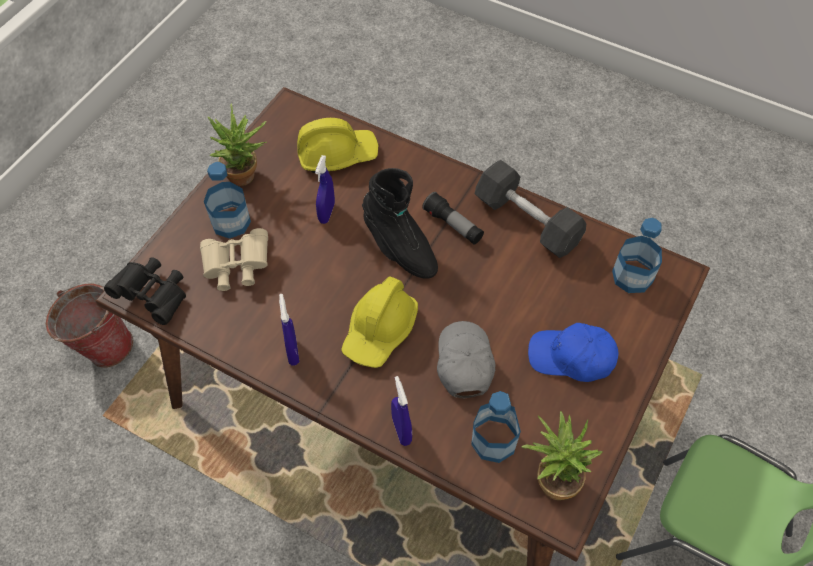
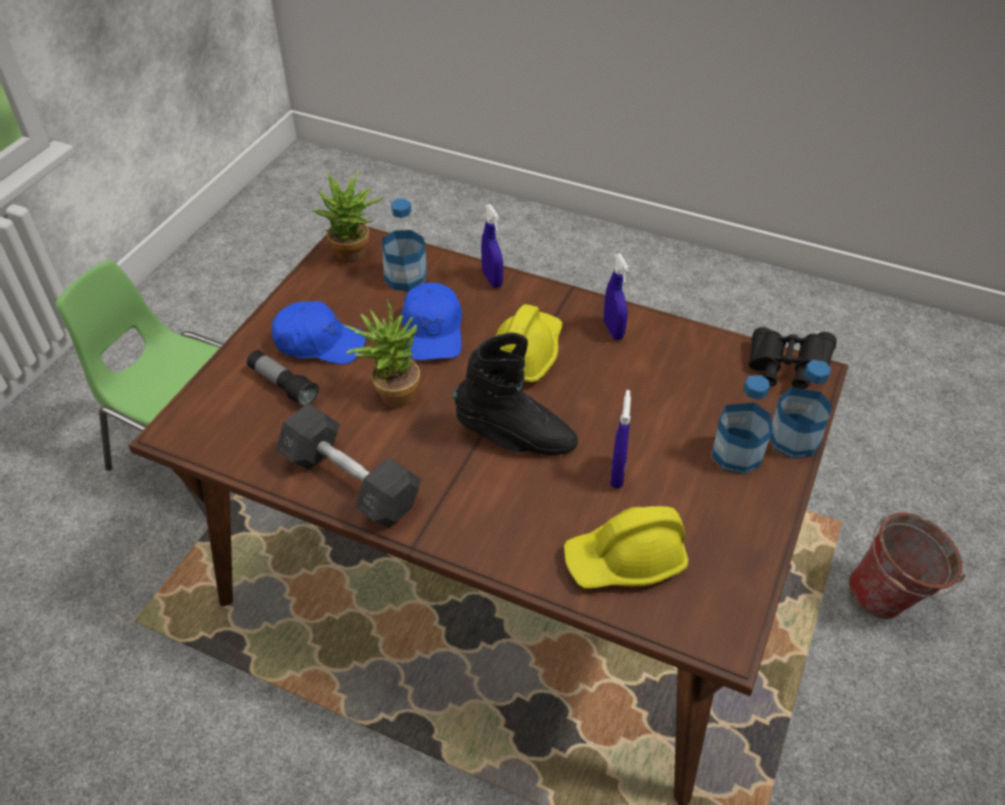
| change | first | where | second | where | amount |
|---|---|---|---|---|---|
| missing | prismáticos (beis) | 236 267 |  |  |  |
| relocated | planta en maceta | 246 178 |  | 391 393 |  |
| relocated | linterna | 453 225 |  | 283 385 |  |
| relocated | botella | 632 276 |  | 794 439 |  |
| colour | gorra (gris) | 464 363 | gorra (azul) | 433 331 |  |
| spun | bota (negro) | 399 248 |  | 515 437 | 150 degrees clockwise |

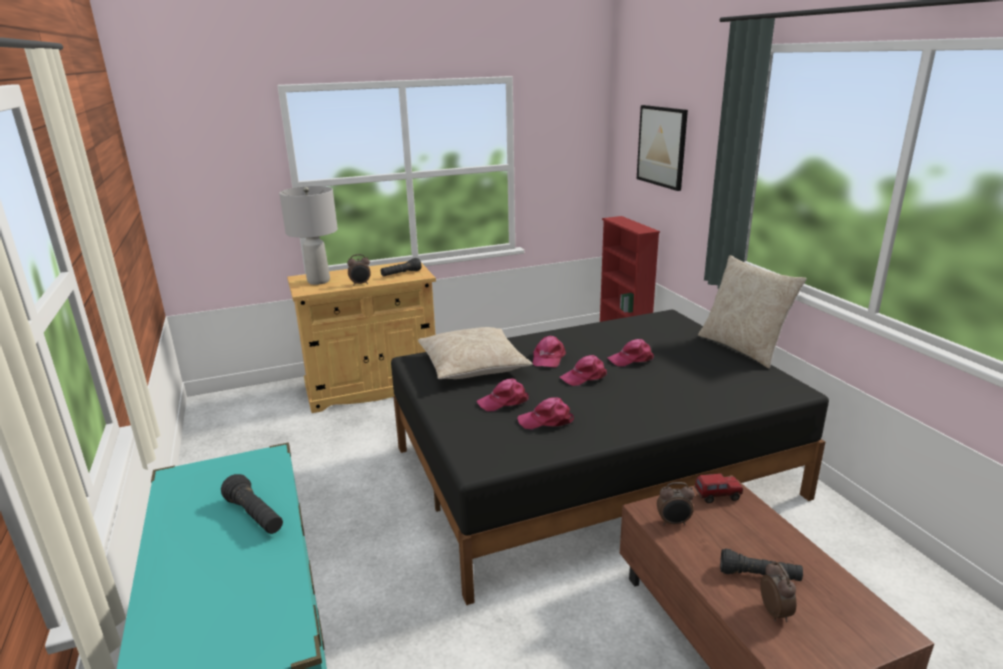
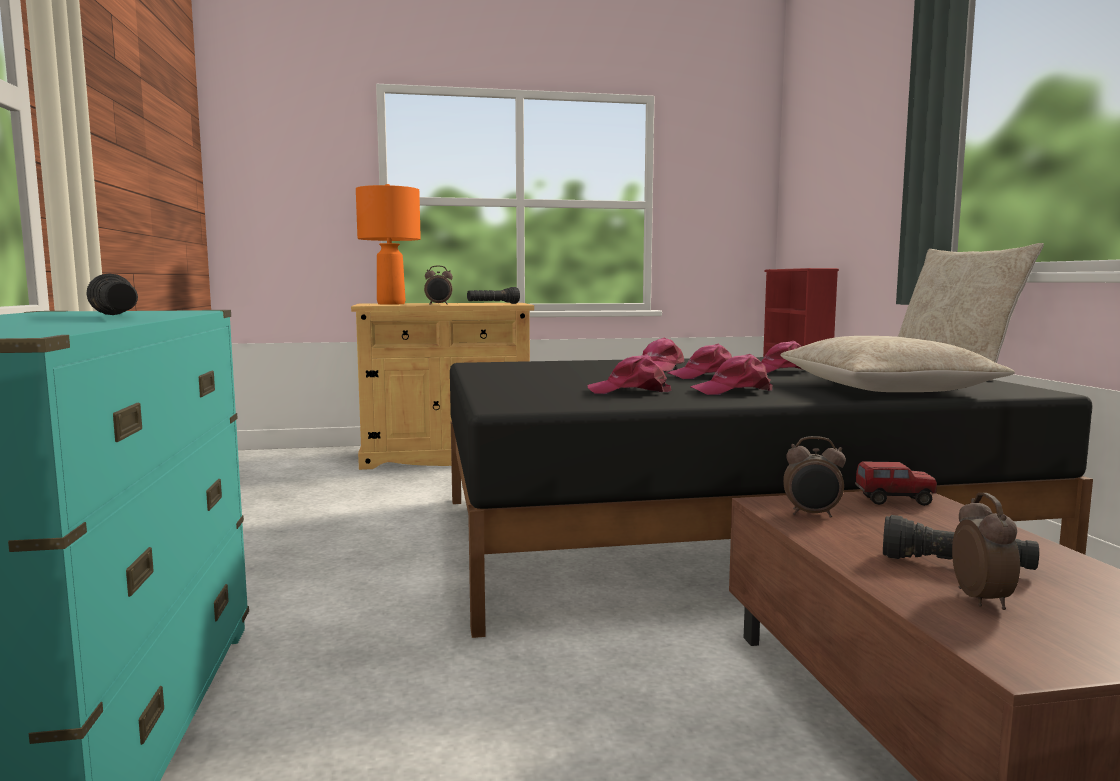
| change | first | where | second | where | amount |
|---|---|---|---|---|---|
| missing | cuadro | 662 146 |  |  |  |
| relocated | cojín (beis) | 472 365 |  | 885 388 |  |
| relocated | gorra (rosa) | 504 401 |  | 733 391 |  |
| colour | lámpara de mesa (gris) | 318 281 | lámpara de mesa (naranja) | 391 304 |  |

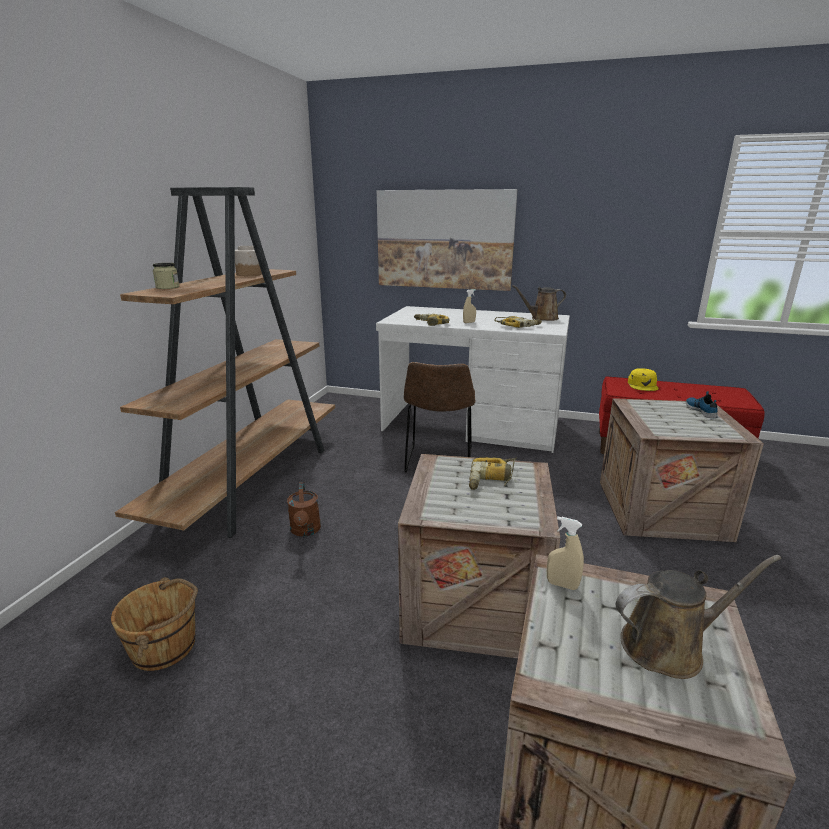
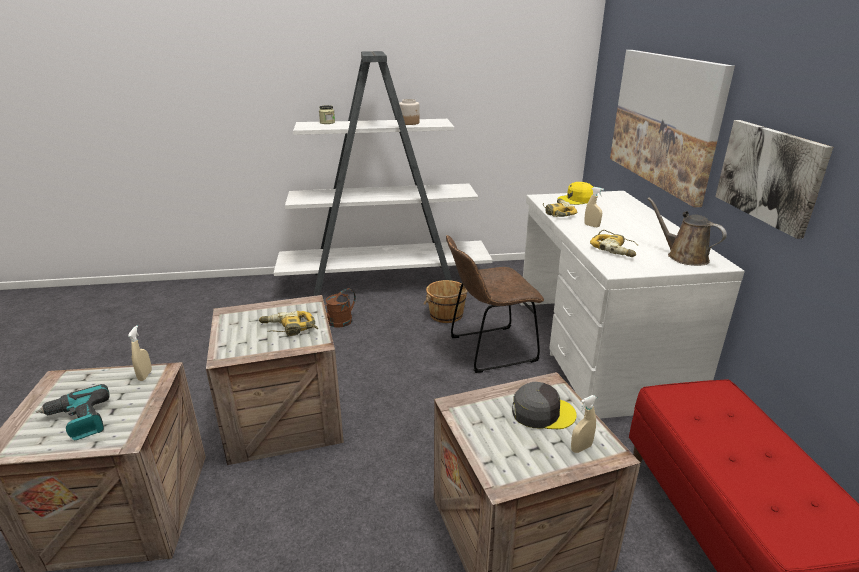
| change | first | where | second | where | amount |
|---|---|---|---|---|---|
| appeared |  |  | gorra (gris) | 542 412 |  |
| appeared |  |  | cuadro | 769 175 |  |
| relocated | cubo (marrón) | 165 646 |  | 446 315 |  |
| relocated | gorra (amarillo) | 643 385 |  | 577 199 |  |
| exchanged | regadera (marrón) | 669 646 | taladro | 79 421 |  |
| exchanged | zapato | 701 410 | pulverizador (beis) | 581 448 |  |
| colour | estantería (marrón) | 252 480 | estantería (blanco) | 385 282 |  |

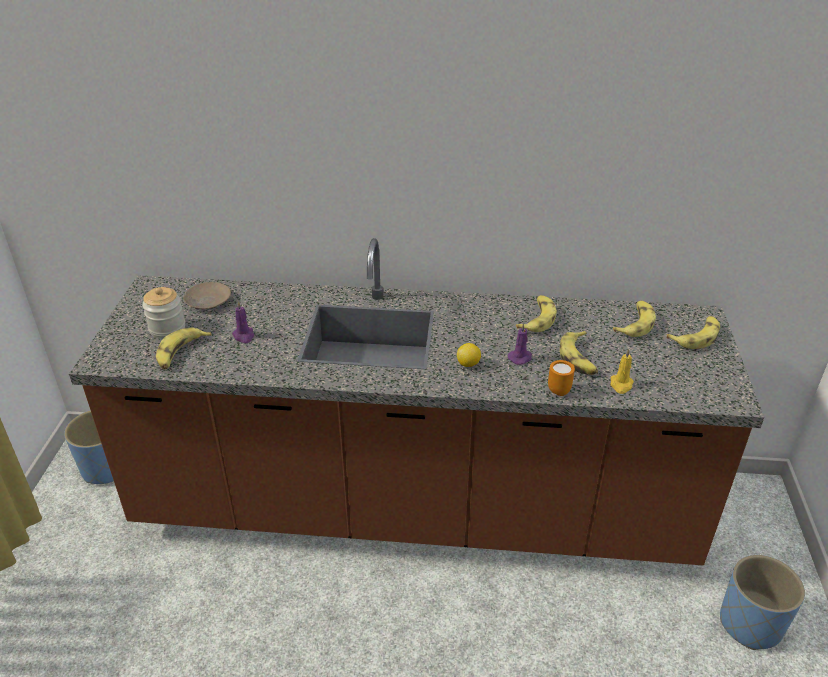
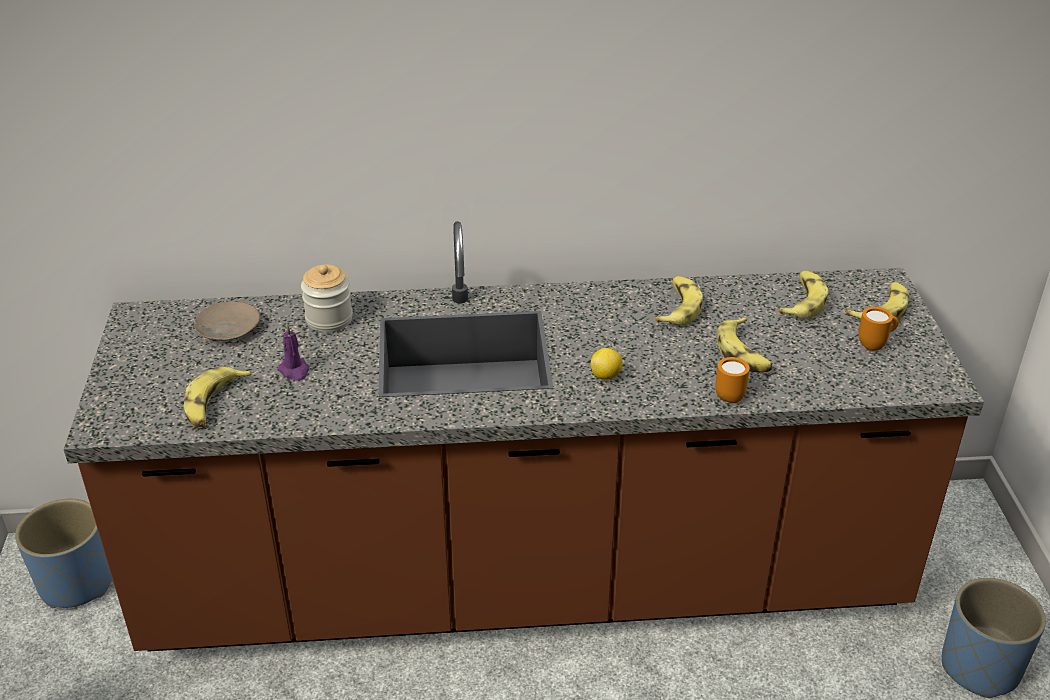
| change | first | where | second | where | amount |
|---|---|---|---|---|---|
| missing | vela (morado) | 520 358 |  |  |  |
| missing | vela (amarillo) | 621 385 |  |  |  |
| appeared |  |  | taza grande (naranja) | 875 345 |  |
| relocated | tarro | 167 329 |  | 329 319 |  |

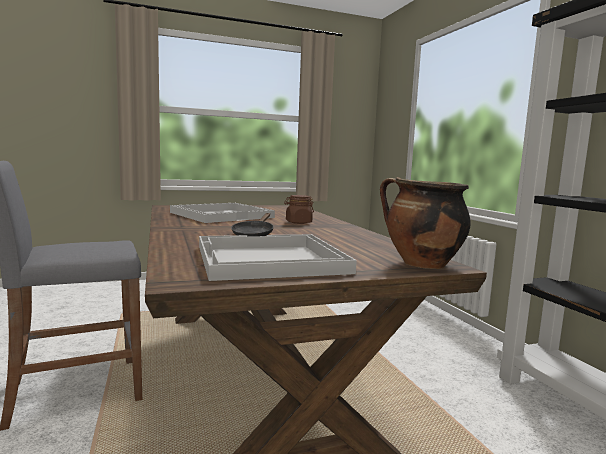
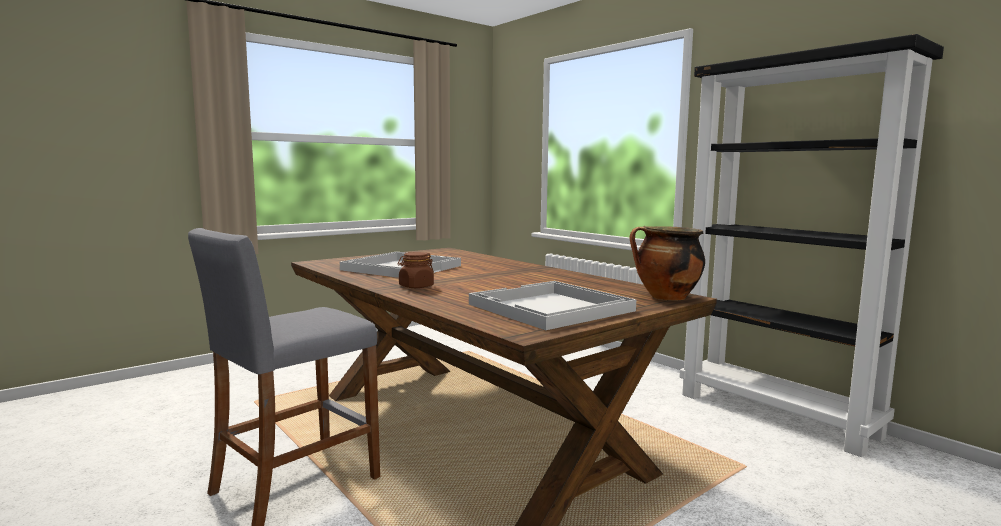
| change | first | where | second | where | amount |
|---|---|---|---|---|---|
| missing | sartén (negro) | 254 234 |  |  |  |
| relocated | tarro (marrón) | 298 222 |  | 416 286 |  |

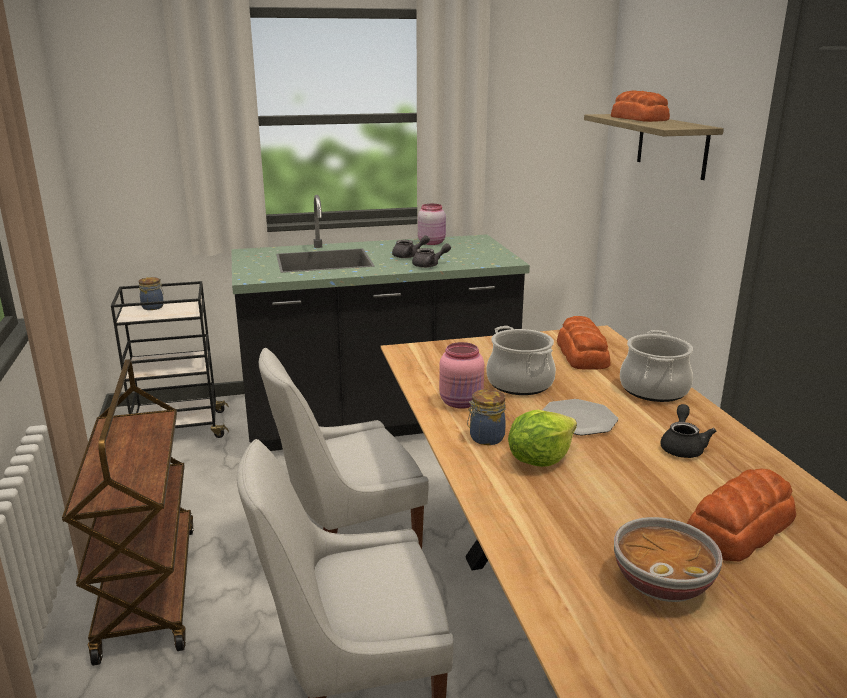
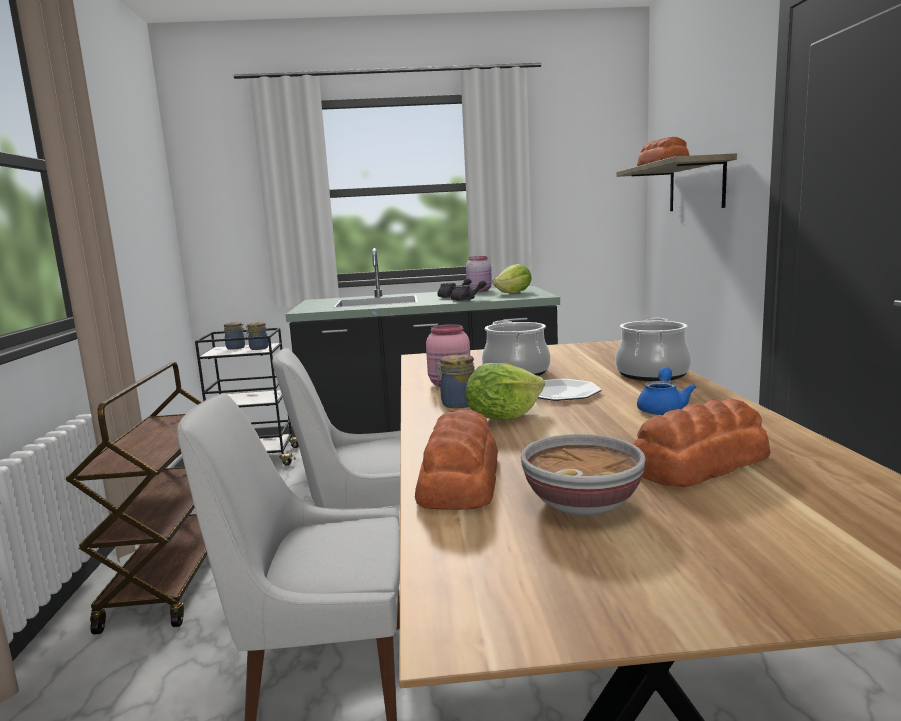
| change | first | where | second | where | amount |
|---|---|---|---|---|---|
| appeared |  |  | tarro | 258 348 |  |
| appeared |  |  | lechuga | 514 293 |  |
| relocated | pan | 582 354 |  | 461 478 |  |
| colour | tetera (negro) | 682 447 | tetera (azul) | 662 408 |  |

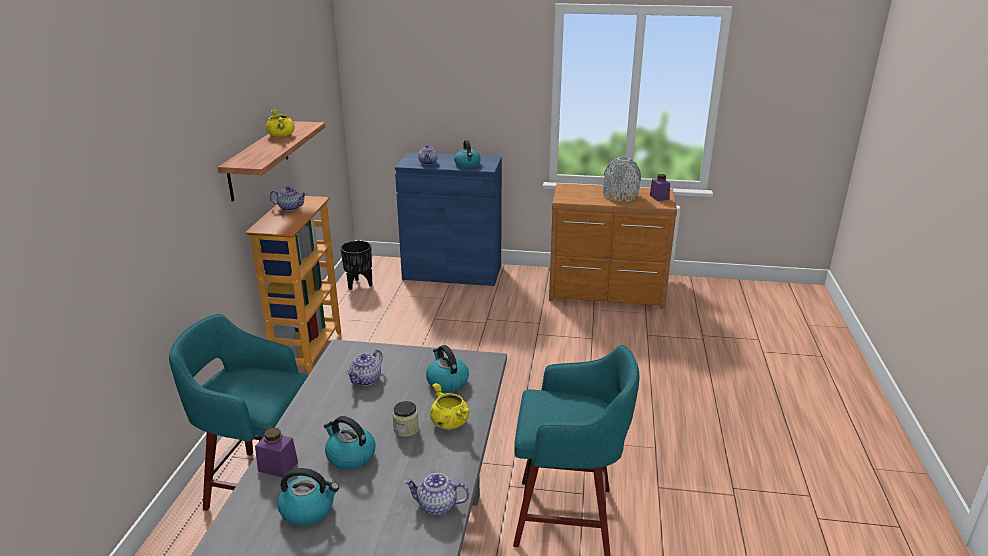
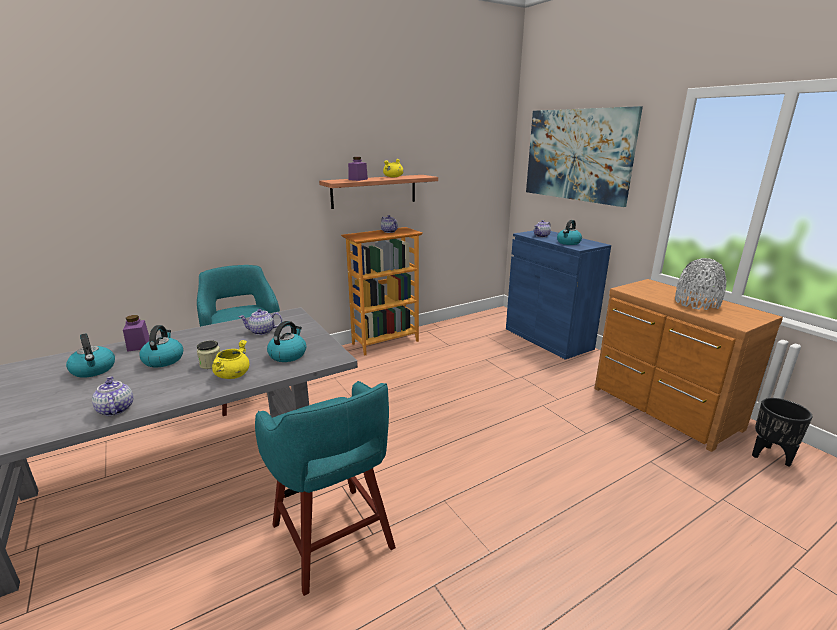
| change | first | where | second | where | amount |
|---|---|---|---|---|---|
| appeared |  |  | cuadro | 577 155 |  |
| relocated | maceta (negro) | 359 285 |  | 770 456 |  |
| relocated | tarro (morado) | 659 197 |  | 358 179 |  |

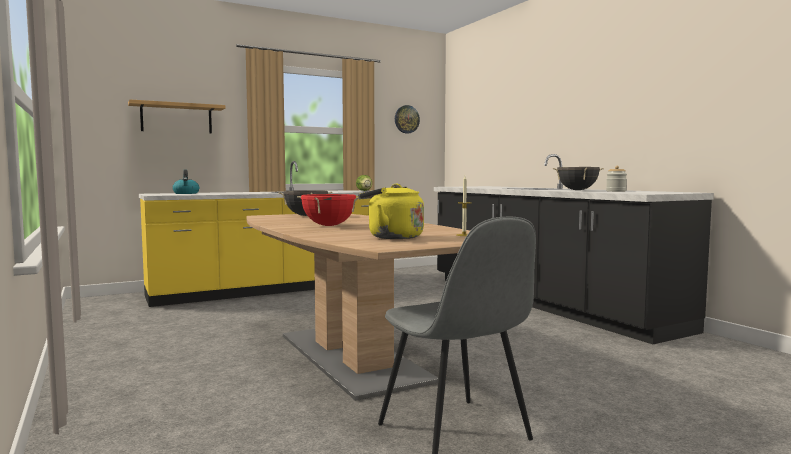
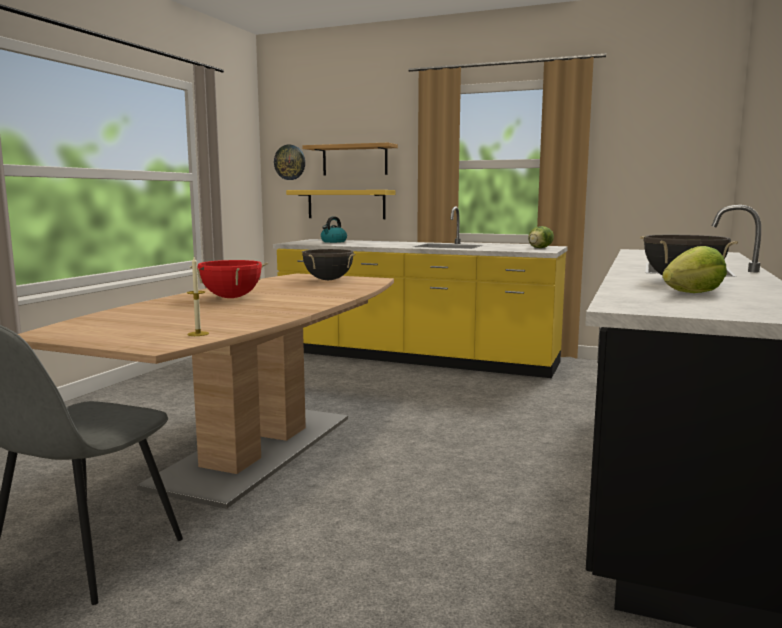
| change | first | where | second | where | amount |
|---|---|---|---|---|---|
| missing | hervidor (amarillo) | 392 237 |  |  |  |
| appeared |  |  | estante (amarillo) | 346 204 |  |
| relocated | reloj de pared | 406 119 |  | 290 162 |  |
| exchanged | tarro | 616 191 | lechuga | 692 293 |  |

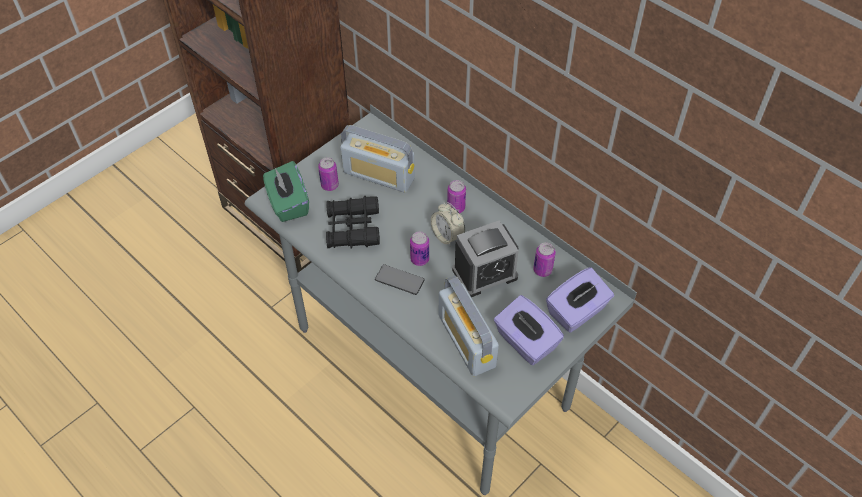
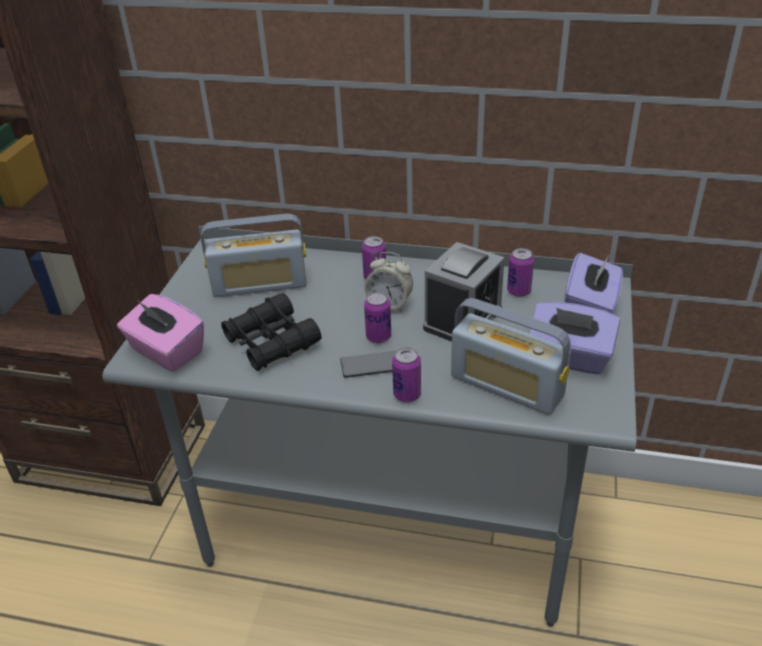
| change | first | where | second | where | amount |
|---|---|---|---|---|---|
| relocated | lata | 329 185 |  | 407 395 |  |
| colour | caja de pañuelos (verde) | 288 203 | caja de pañuelos (rosa) | 166 351 |  |

